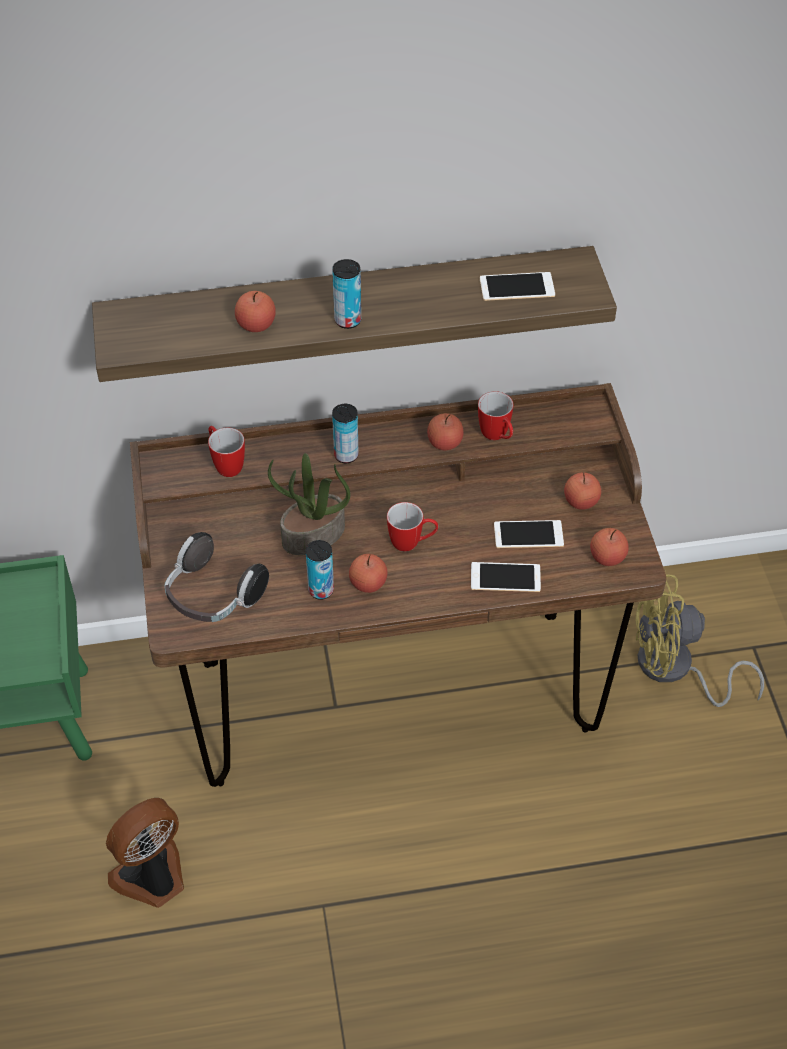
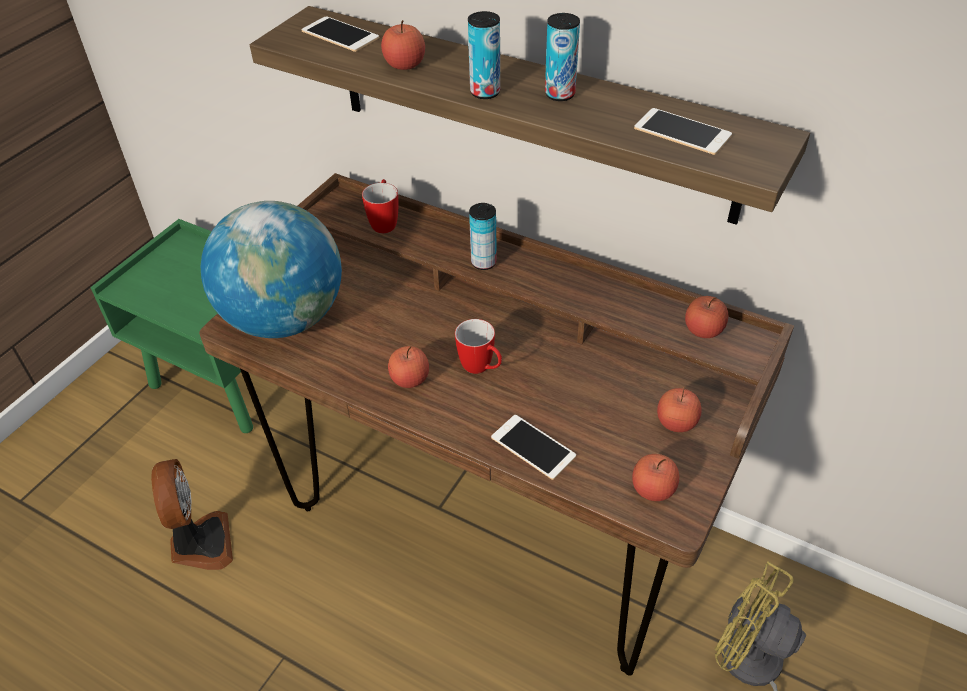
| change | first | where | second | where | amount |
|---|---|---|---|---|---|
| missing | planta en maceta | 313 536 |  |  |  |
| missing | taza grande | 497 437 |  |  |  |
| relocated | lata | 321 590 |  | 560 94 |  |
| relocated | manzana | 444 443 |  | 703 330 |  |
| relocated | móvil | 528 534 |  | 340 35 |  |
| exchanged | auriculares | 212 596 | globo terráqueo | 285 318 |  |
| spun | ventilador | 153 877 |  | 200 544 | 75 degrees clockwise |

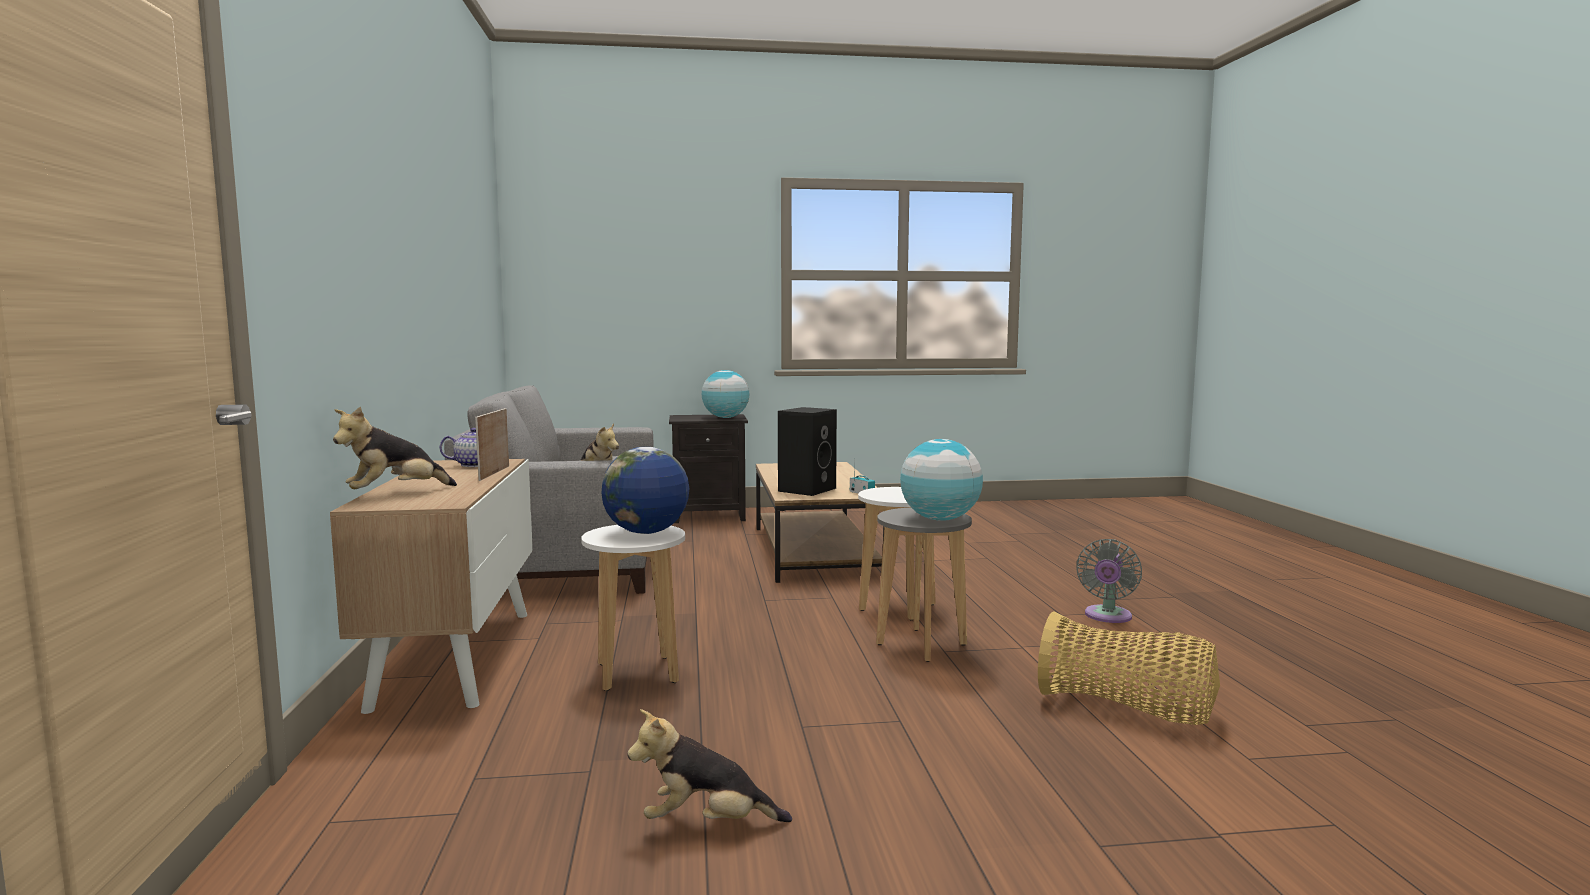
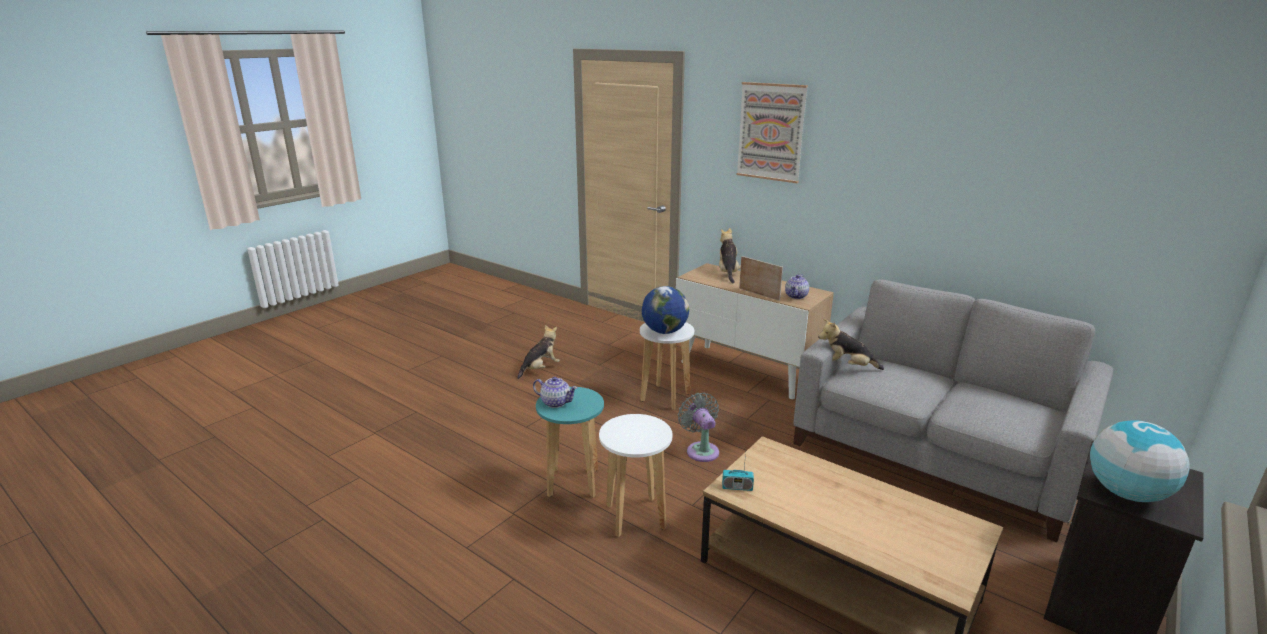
| change | first | where | second | where | amount |
|---|---|---|---|---|---|
| missing | altavoz (negro) | 807 489 |  |  |  |
| missing | cesta | 1127 709 |  |  |  |
| appeared |  |  | cuadro | 771 132 |  |
| relocated | ventilador (gris) | 1107 617 |  | 701 450 |  |
| exchanged | globo terráqueo | 940 519 | tetera | 555 402 |  |
| colour | taburete (gris) | 920 644 | taburete (turquesa) | 573 483 |  |

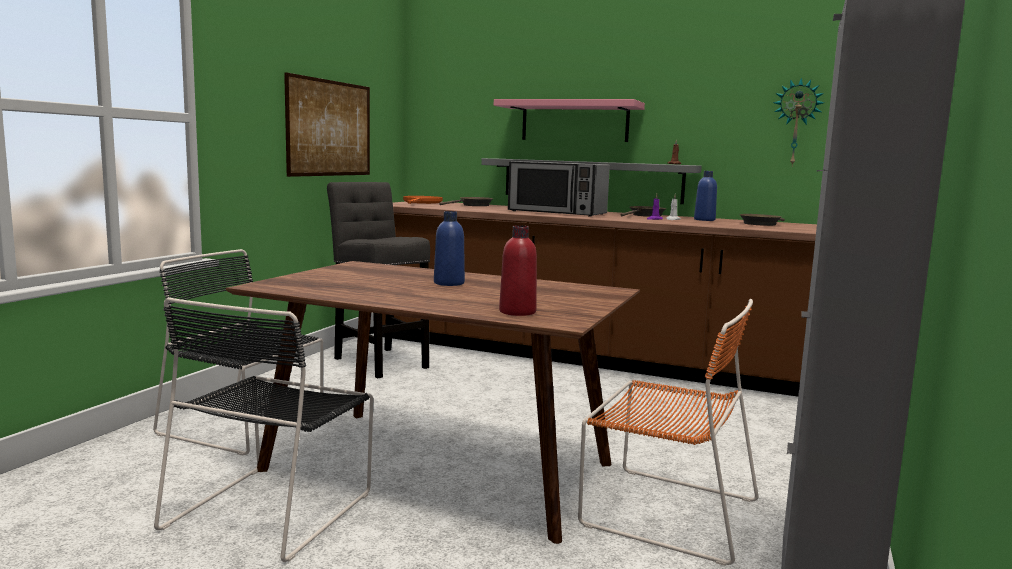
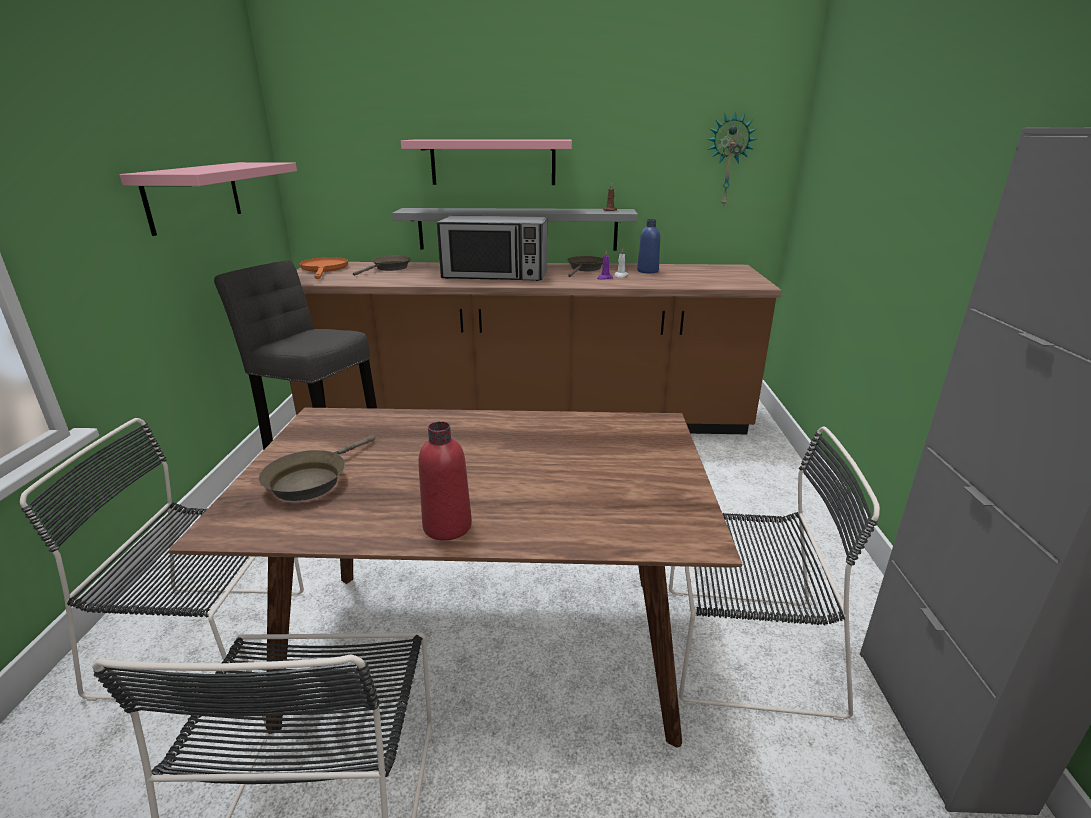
| change | first | where | second | where | amount |
|---|---|---|---|---|---|
| missing | botella (azul) | 449 283 |  |  |  |
| relocated | botella (rojo) | 517 312 |  | 447 526 |  |
| relocated | sartén (marrón) | 761 224 |  | 311 480 |  |
| exchanged | cuadro | 330 128 | estante (rosa) | 194 195 |  |
| colour | silla (naranja) | 664 510 | silla (negro) | 741 647 |  |

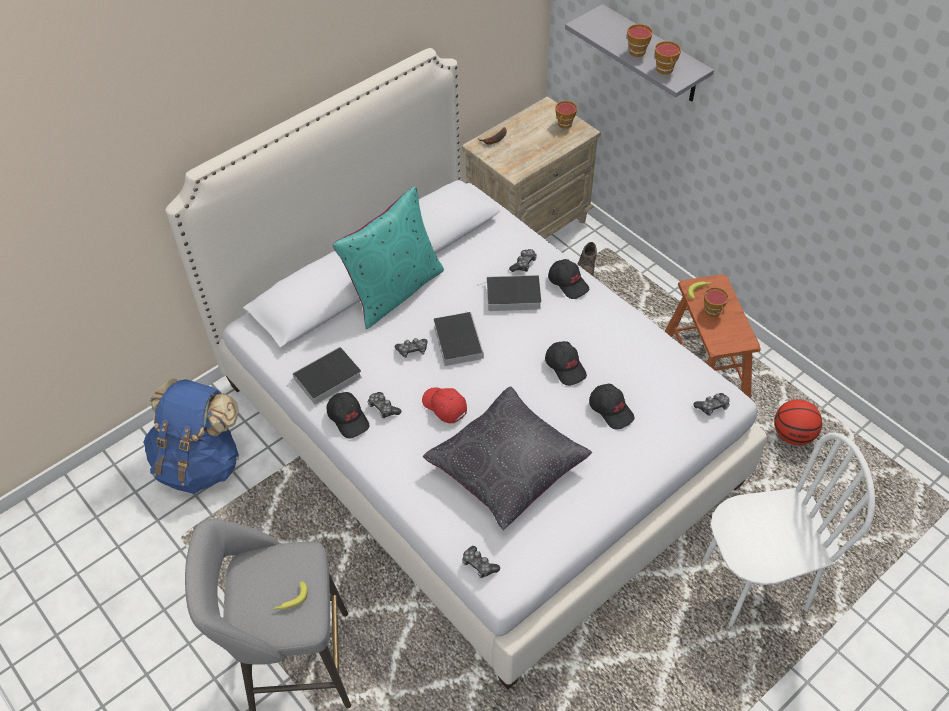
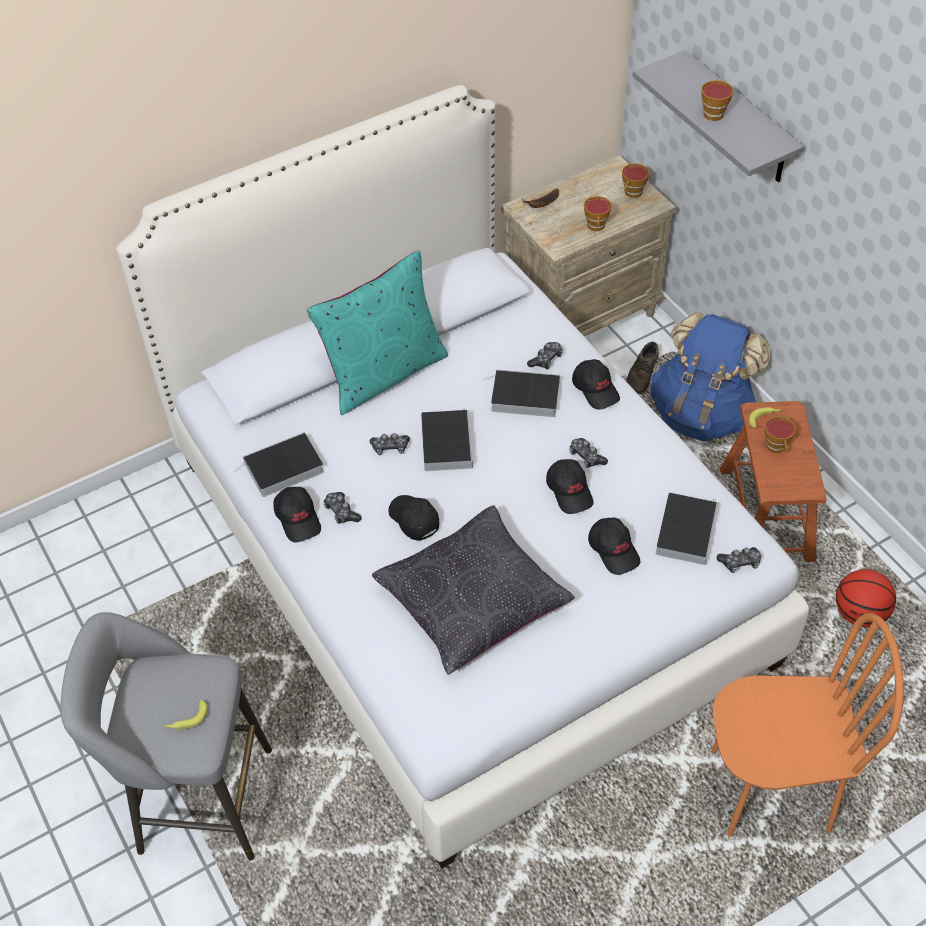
| change | first | where | second | where | amount |
|---|---|---|---|---|---|
| appeared |  |  | libro | 686 529 |  |
| relocated | mochila (azul) | 200 462 |  | 701 413 |  |
| relocated | mando de consola | 479 565 |  | 586 457 |  |
| relocated | taza | 665 70 |  | 596 227 |  |
| colour | gorra (rojo) | 444 407 | gorra (negro) | 413 520 |  |
| colour | silla (blanco) | 753 584 | silla (naranja) | 769 789 |  |

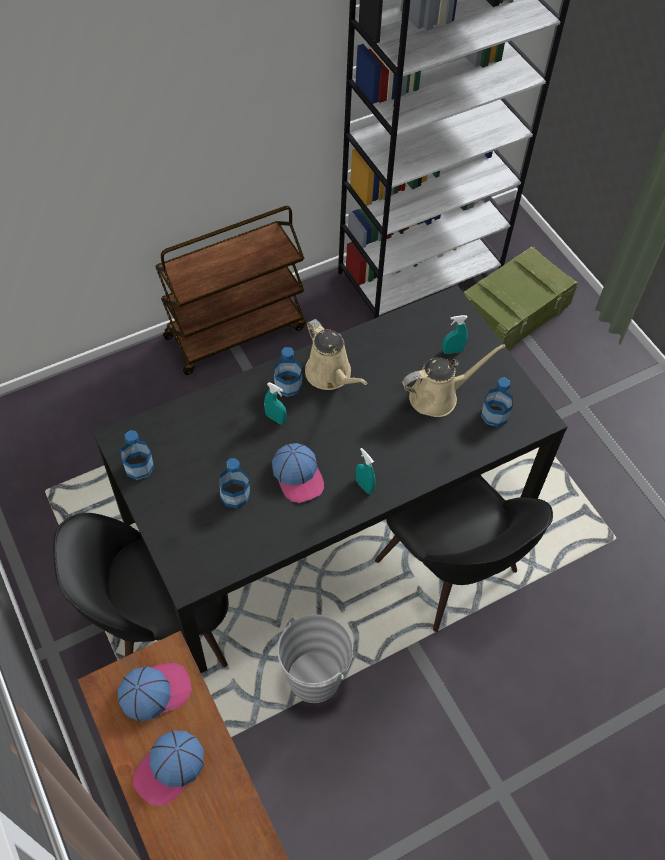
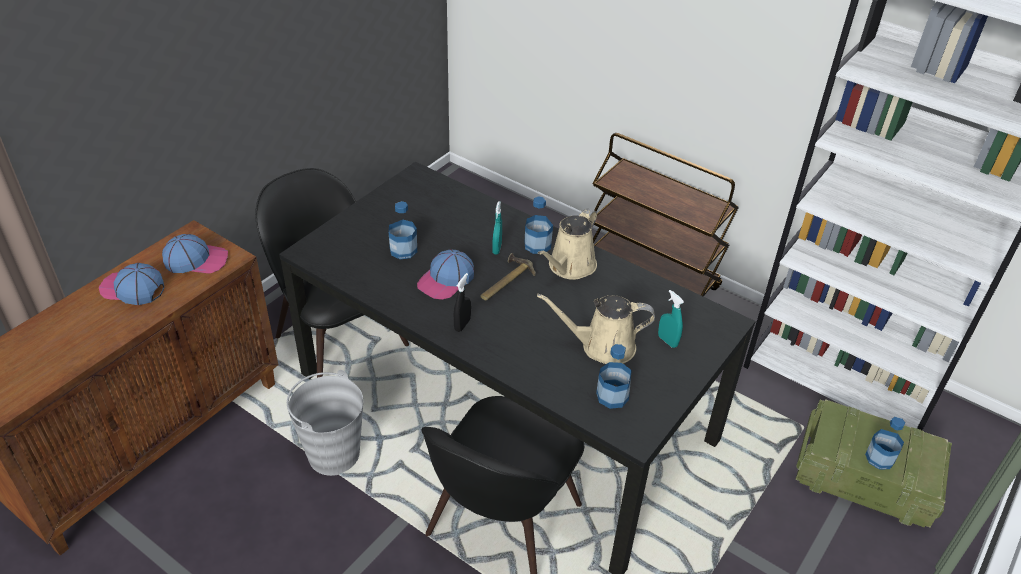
| change | first | where | second | where | amount |
|---|---|---|---|---|---|
| appeared |  |  | martillo | 504 281 |  |
| relocated | botella | 139 467 |  | 880 458 |  |
| colour | pulverizador (turquesa) | 364 486 | pulverizador (negro) | 462 325 |  |
| spun | gorra | 155 691 |  | 196 260 | 45 degrees counterclockwise |
| spun | regadera (beis) | 438 396 |  | 602 346 | 135 degrees clockwise |

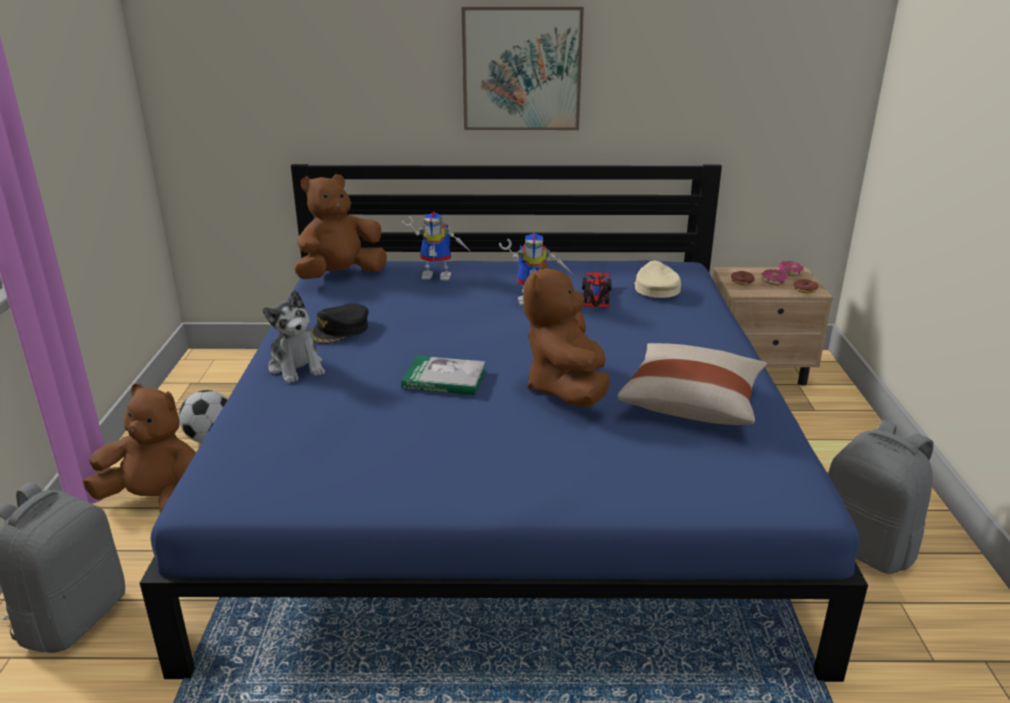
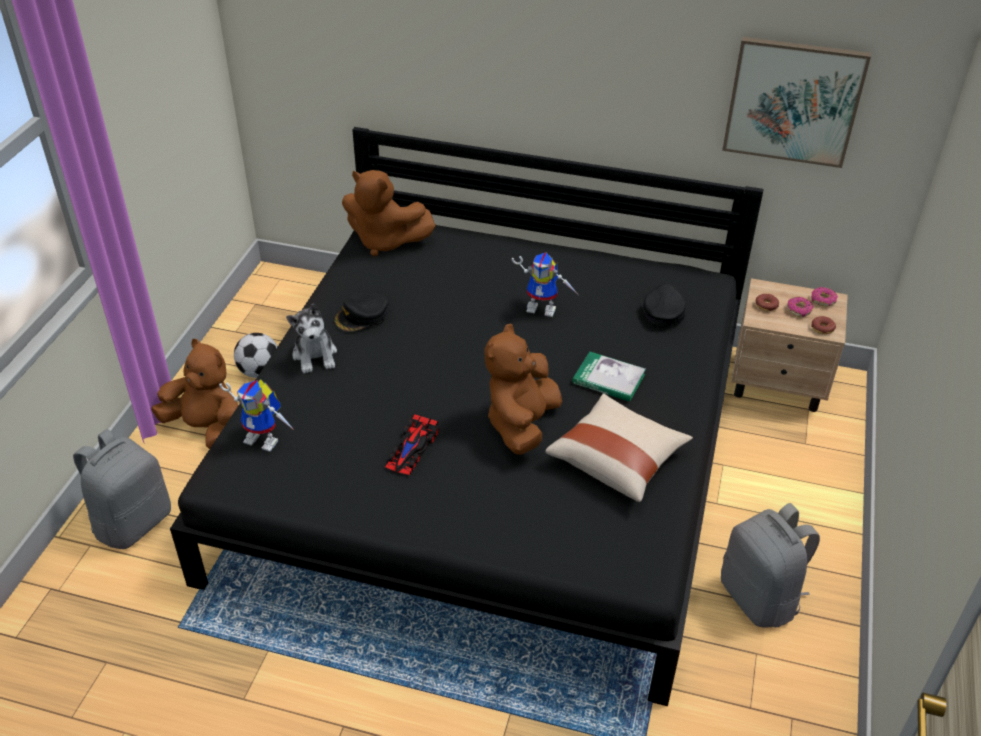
| change | first | where | second | where | amount |
|---|---|---|---|---|---|
| relocated | libro | 444 379 |  | 608 379 |  |
| relocated | robot de juguete | 439 275 |  | 266 439 |  |
| relocated | cuadro | 521 69 |  | 793 101 |  |
| relocated | coche de juguete | 596 295 |  | 412 449 |  |
| colour | cama (azul) | 506 470 | cama (negro) | 490 455 |  |
| colour | gorra (beis) | 655 288 | gorra (negro) | 663 310 |  |
| spun | peluche (marrón) | 340 276 |  | 385 241 | 135 degrees counterclockwise |

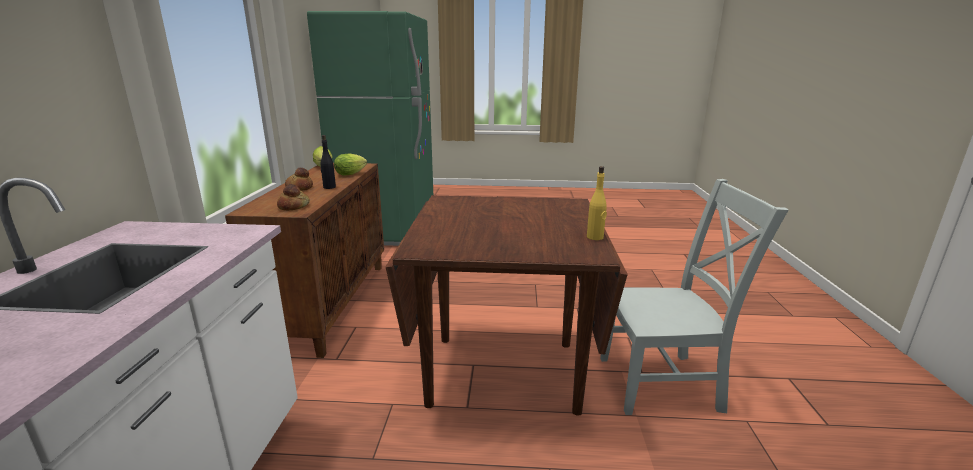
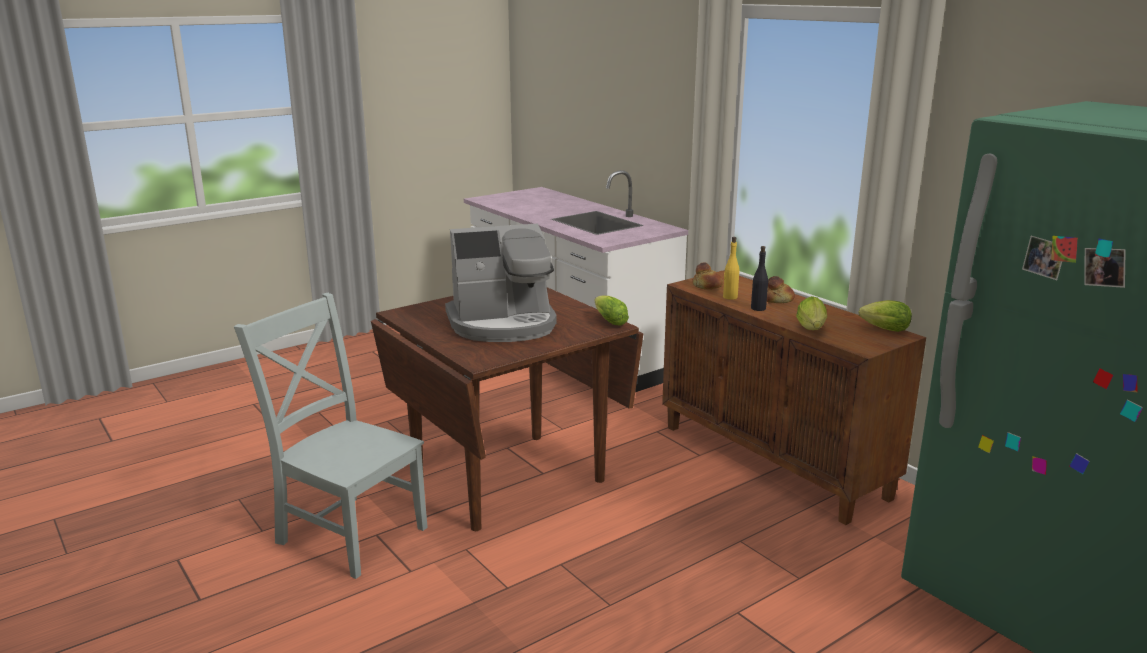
| change | first | where | second | where | amount |
|---|---|---|---|---|---|
| appeared |  |  | cafetera | 503 324 |  |
| appeared |  |  | lechuga | 608 320 |  |
| relocated | botella (amarillo) | 595 237 |  | 730 297 |  |
| spun | silla (gris) | 664 383 |  | 348 532 | 75 degrees clockwise |

